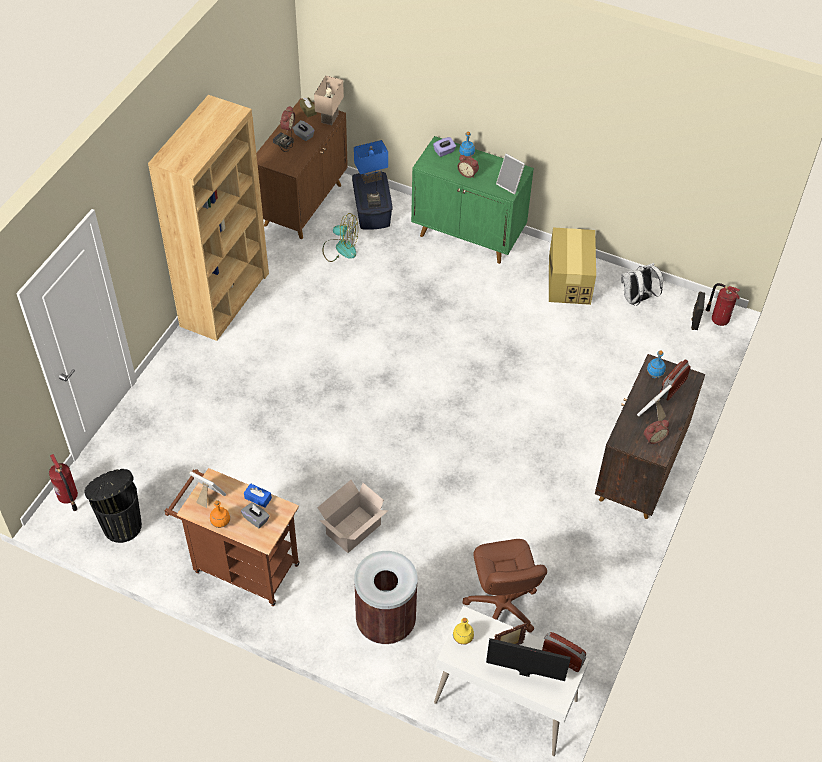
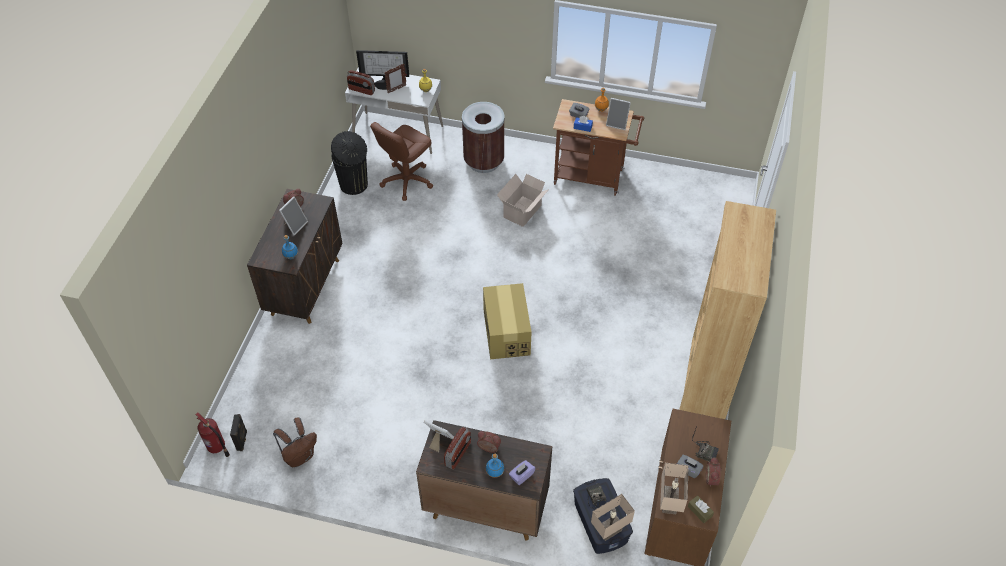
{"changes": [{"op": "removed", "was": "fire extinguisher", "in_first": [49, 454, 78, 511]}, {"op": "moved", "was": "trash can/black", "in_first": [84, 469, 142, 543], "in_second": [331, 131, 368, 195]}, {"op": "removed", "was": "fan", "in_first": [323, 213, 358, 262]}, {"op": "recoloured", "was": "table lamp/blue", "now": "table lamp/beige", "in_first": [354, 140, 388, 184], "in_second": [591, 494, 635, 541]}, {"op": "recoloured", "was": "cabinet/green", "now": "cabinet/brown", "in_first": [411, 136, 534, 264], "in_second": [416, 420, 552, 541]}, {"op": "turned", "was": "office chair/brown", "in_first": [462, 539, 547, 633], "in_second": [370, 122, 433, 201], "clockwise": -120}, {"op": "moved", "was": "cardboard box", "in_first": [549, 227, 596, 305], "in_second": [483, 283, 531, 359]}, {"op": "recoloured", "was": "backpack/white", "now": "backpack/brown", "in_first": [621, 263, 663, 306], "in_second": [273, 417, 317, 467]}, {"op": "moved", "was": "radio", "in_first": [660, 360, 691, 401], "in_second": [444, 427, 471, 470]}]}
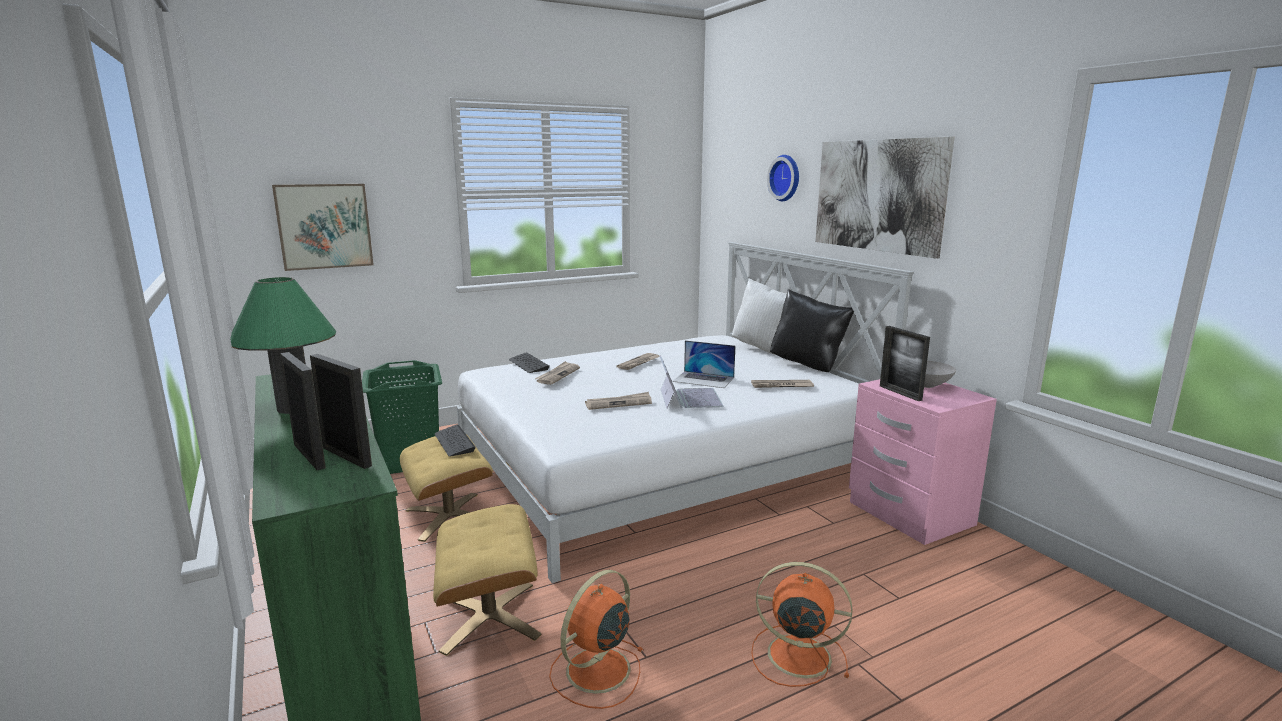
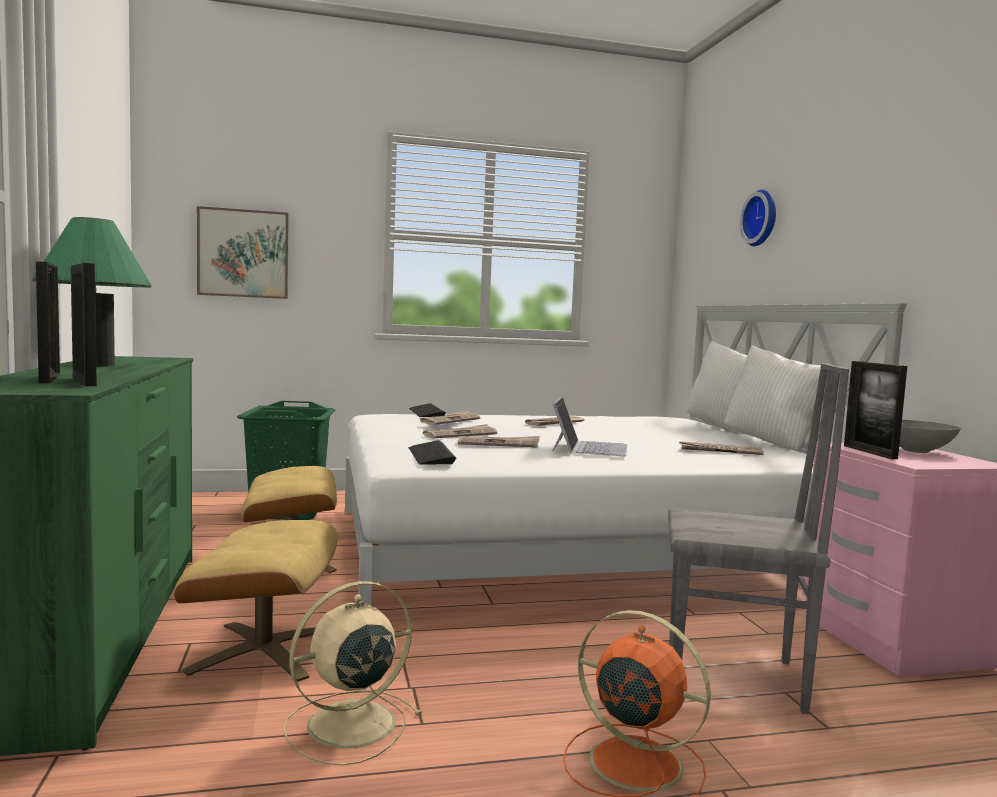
{"changes": [{"op": "moved", "was": "keyboard", "in_first": [435, 425, 476, 457], "in_second": [409, 440, 456, 464]}, {"op": "recoloured", "was": "fan/orange", "now": "fan/beige", "in_first": [549, 570, 643, 709], "in_second": [283, 581, 423, 766]}, {"op": "removed", "was": "laptop", "in_first": [673, 340, 735, 388]}, {"op": "recoloured", "was": "pillow/black", "now": "pillow/white", "in_first": [770, 289, 854, 372], "in_second": [725, 345, 827, 450]}, {"op": "removed", "was": "picture", "in_first": [815, 137, 955, 259]}, {"op": "added", "now": "newspaper", "in_second": [423, 424, 497, 438]}, {"op": "added", "now": "chair/grey", "in_second": [668, 363, 849, 714]}]}
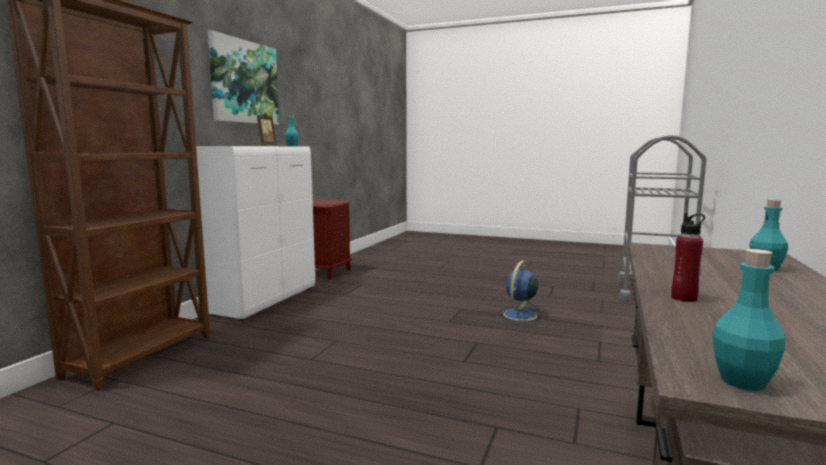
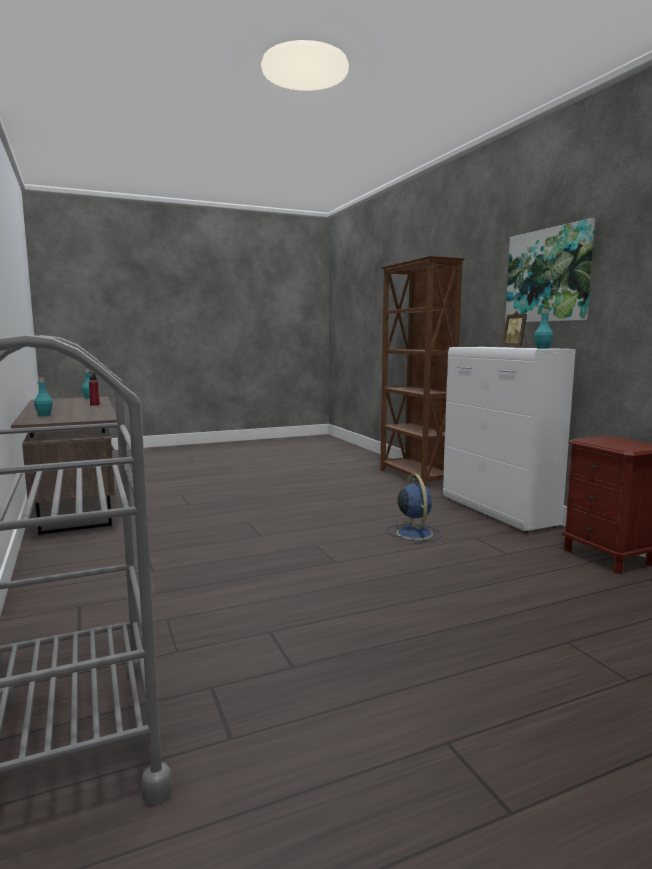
{"changes": [{"op": "moved", "was": "fan/blue", "in_first": [496, 261, 544, 324], "in_second": [387, 474, 441, 544]}]}
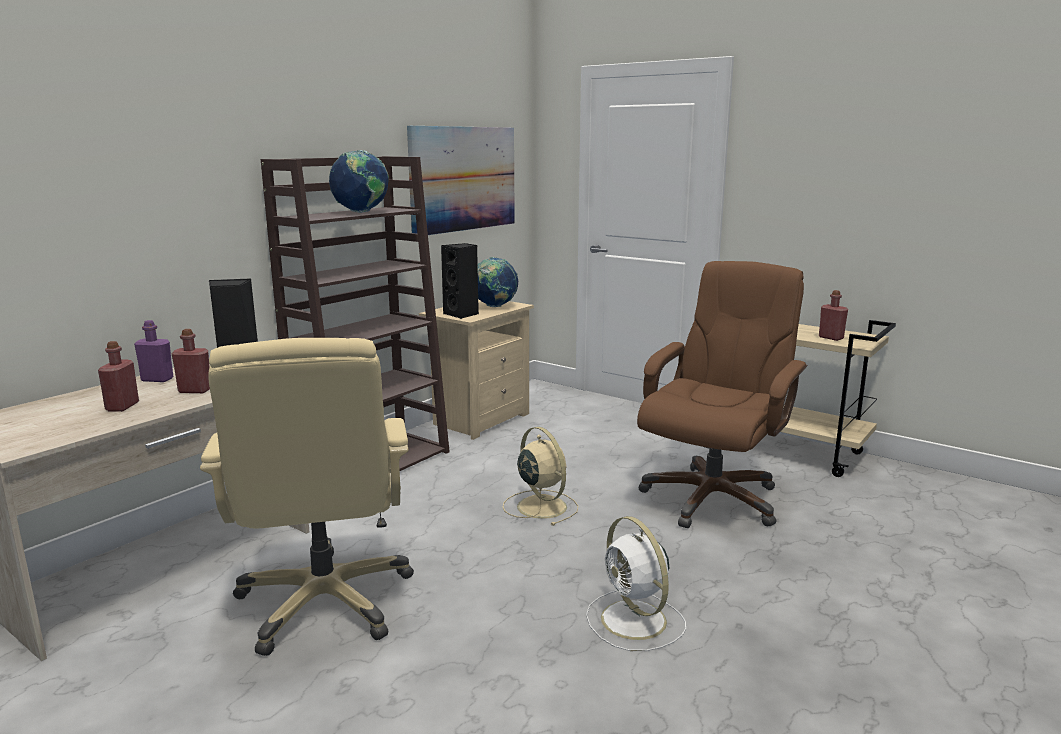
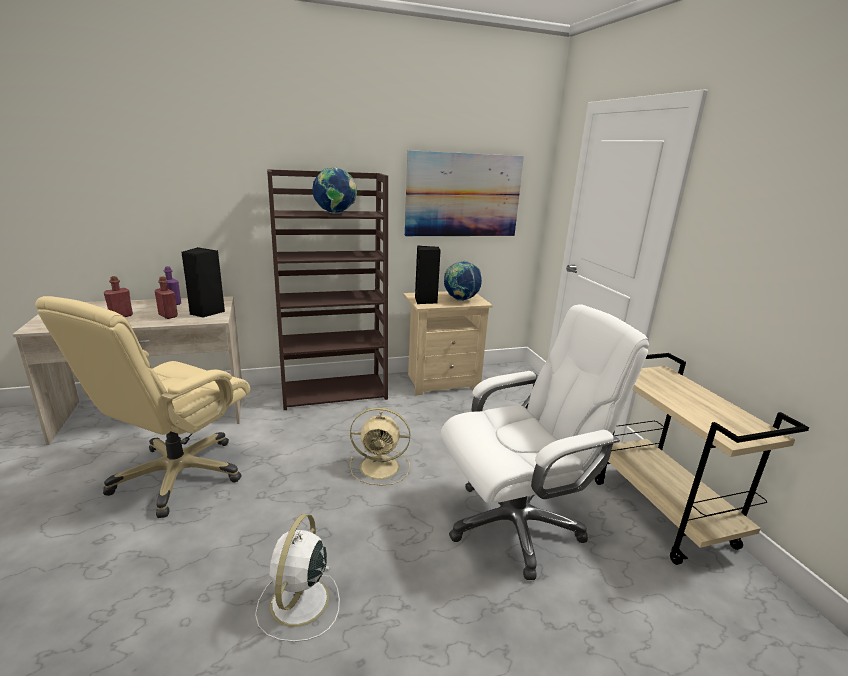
{"changes": [{"op": "turned", "was": "fan/beige", "in_first": [503, 427, 578, 526], "in_second": [350, 407, 410, 486], "clockwise": 90}, {"op": "recoloured", "was": "office chair/brown", "now": "office chair/white", "in_first": [637, 261, 808, 528], "in_second": [441, 304, 650, 580]}, {"op": "removed", "was": "bottle/red", "in_first": [819, 290, 848, 341]}]}
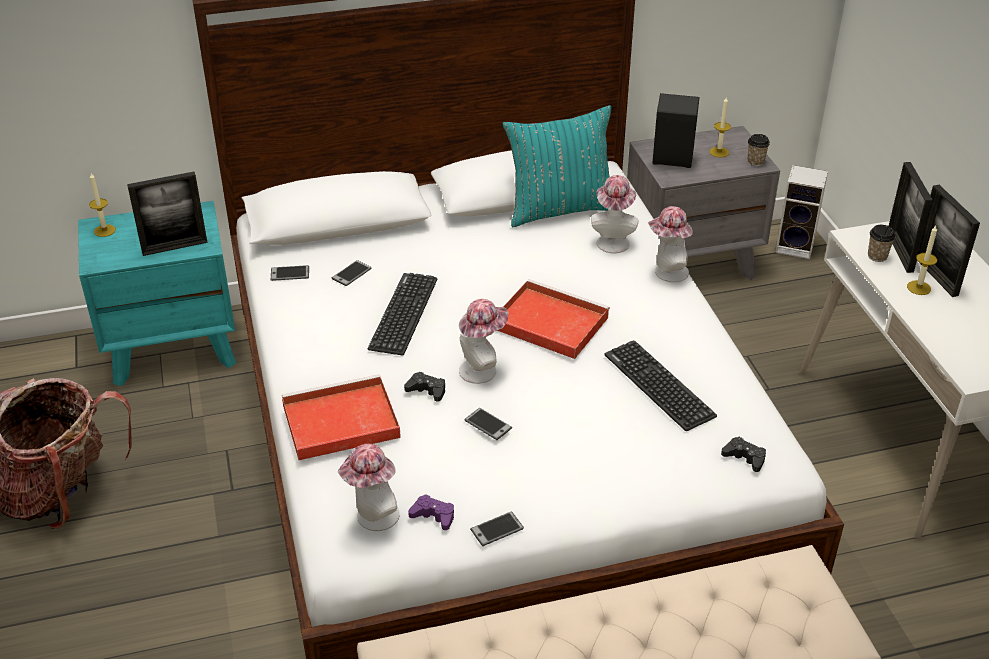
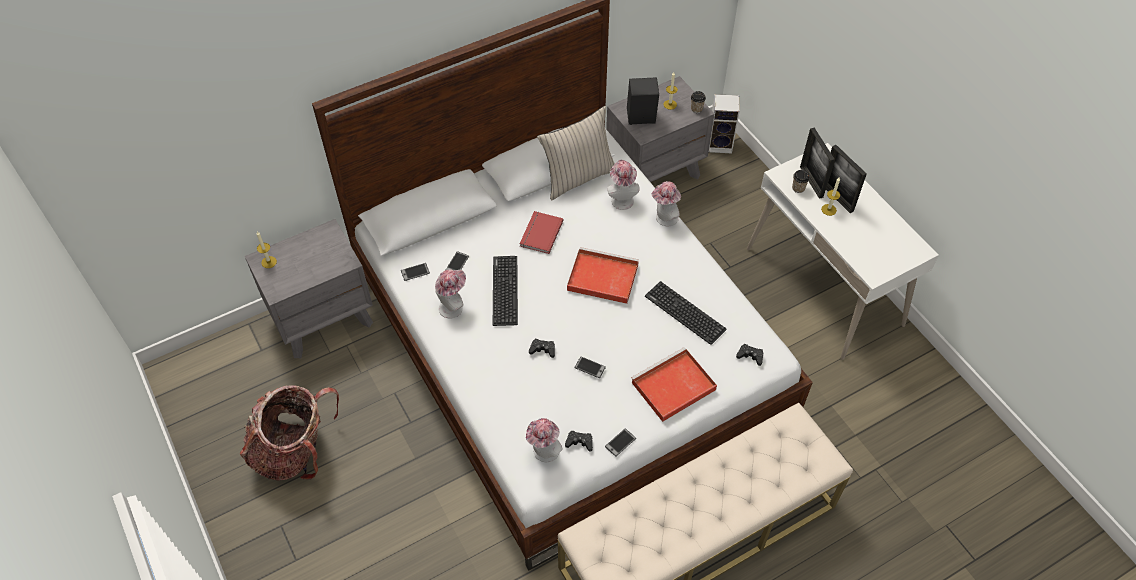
{"changes": [{"op": "recoloured", "was": "nightstand/turquoise", "now": "nightstand/grey", "in_first": [78, 201, 236, 386], "in_second": [245, 219, 373, 358]}, {"op": "removed", "was": "picture frame", "in_first": [127, 172, 208, 256]}, {"op": "moved", "was": "tray/red", "in_first": [282, 374, 401, 460], "in_second": [631, 347, 717, 422]}, {"op": "recoloured", "was": "game controller/purple", "now": "game controller/black", "in_first": [408, 494, 454, 530], "in_second": [565, 431, 593, 451]}, {"op": "moved", "was": "hat", "in_first": [459, 299, 508, 384], "in_second": [435, 269, 466, 318]}, {"op": "recoloured", "was": "pillow/turquoise", "now": "pillow/beige", "in_first": [503, 105, 611, 227], "in_second": [537, 106, 615, 200]}, {"op": "added", "now": "book/red", "in_second": [520, 211, 564, 254]}]}
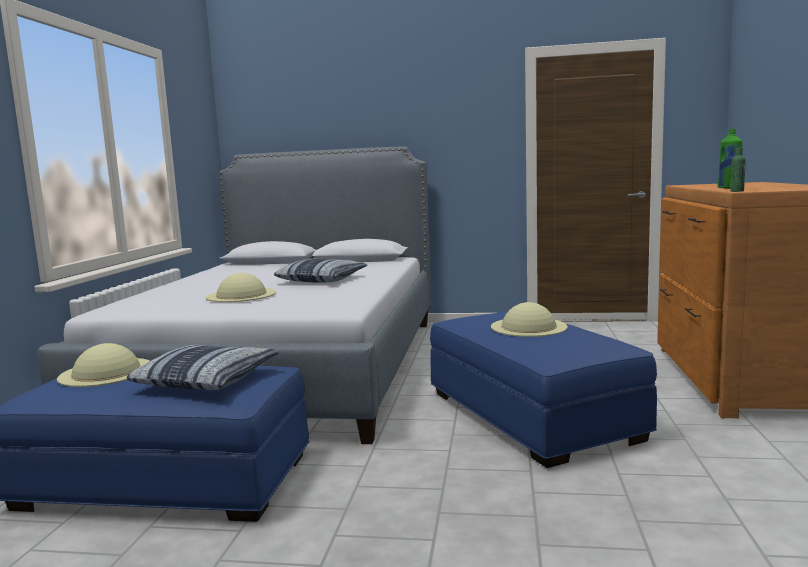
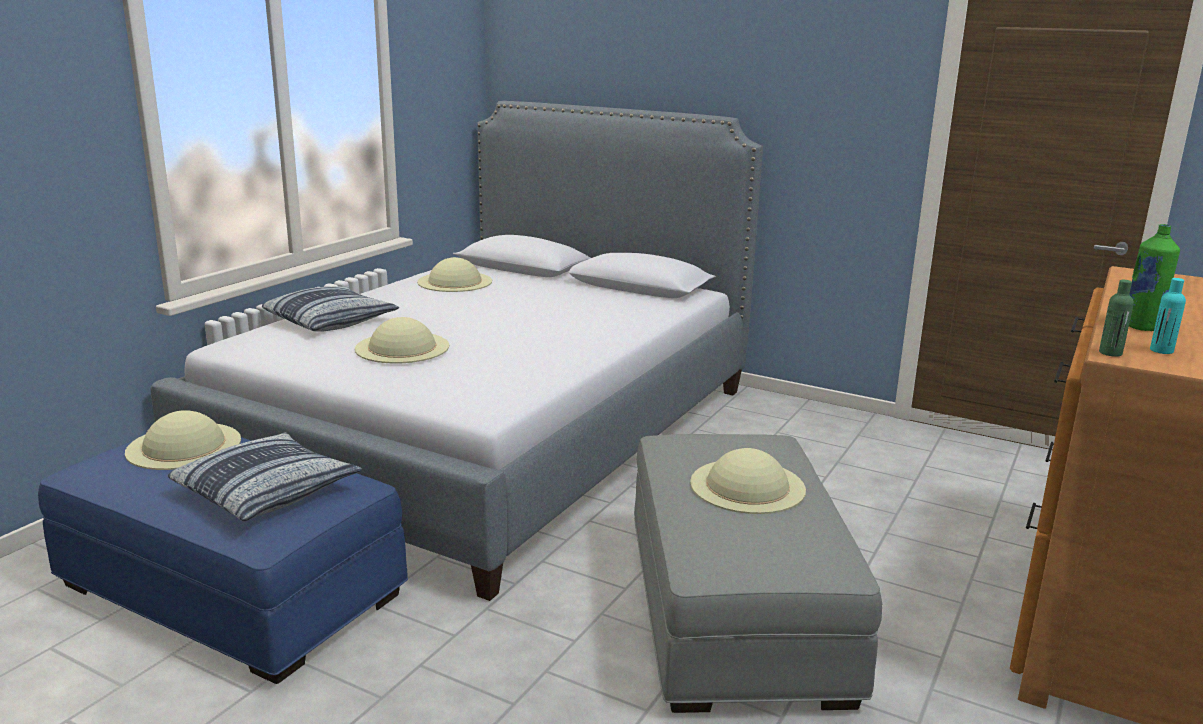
{"changes": [{"op": "moved", "was": "pillow", "in_first": [274, 259, 367, 282], "in_second": [262, 286, 399, 332]}, {"op": "recoloured", "was": "ottoman/blue", "now": "ottoman/grey", "in_first": [430, 311, 657, 468], "in_second": [634, 434, 882, 713]}, {"op": "added", "now": "hat/beige", "in_second": [417, 257, 492, 292]}, {"op": "added", "now": "bottle/turquoise", "in_second": [1150, 278, 1186, 354]}]}
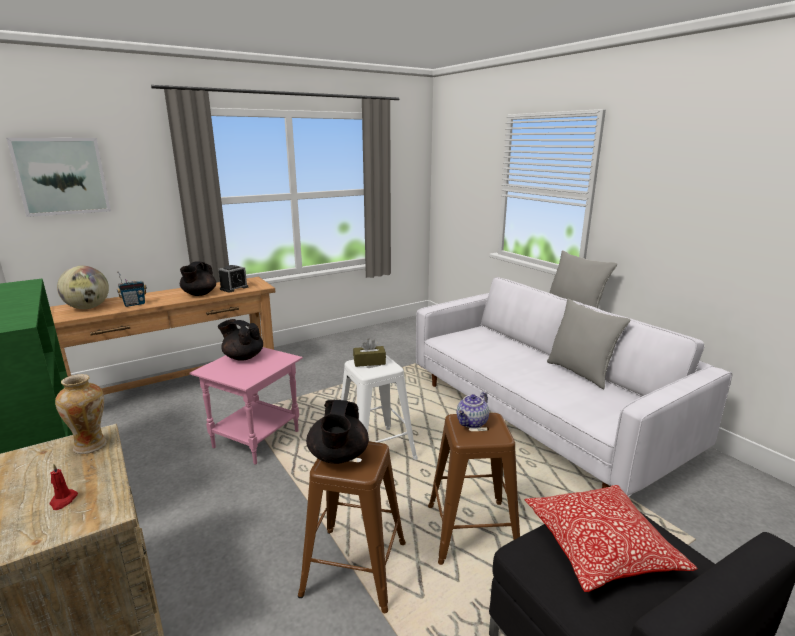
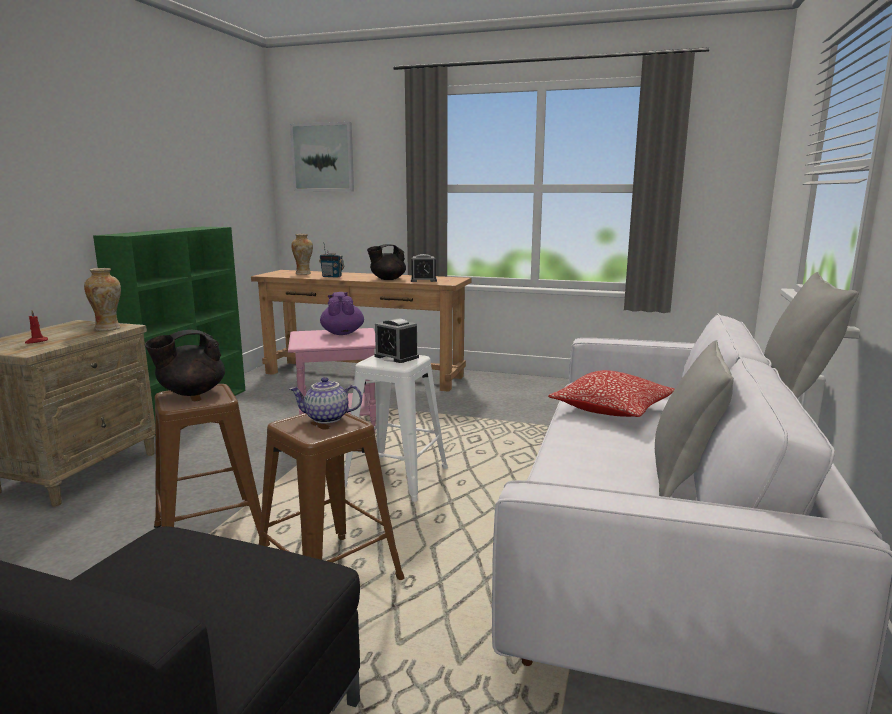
{"changes": [{"op": "replaced", "was": "globe", "now": "vase", "in_first": [57, 266, 109, 309], "in_second": [291, 234, 313, 275]}, {"op": "recoloured", "was": "teapot/black", "now": "teapot/purple", "in_first": [218, 319, 263, 361], "in_second": [320, 292, 364, 335]}, {"op": "replaced", "was": "tissue box/brown", "now": "alarm clock", "in_first": [353, 338, 386, 367], "in_second": [374, 318, 419, 363]}, {"op": "moved", "was": "pillow", "in_first": [525, 485, 698, 592], "in_second": [548, 370, 675, 417]}]}
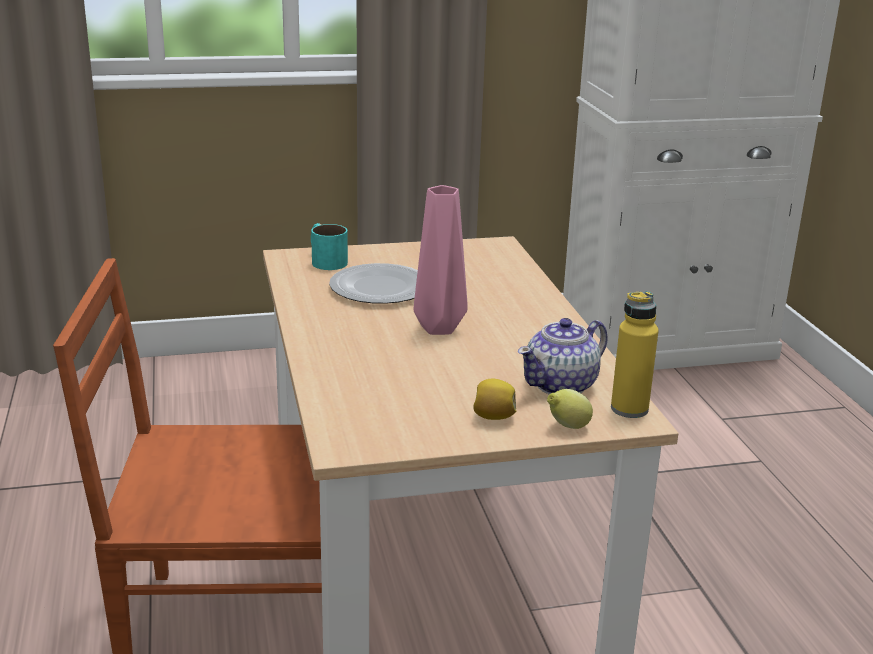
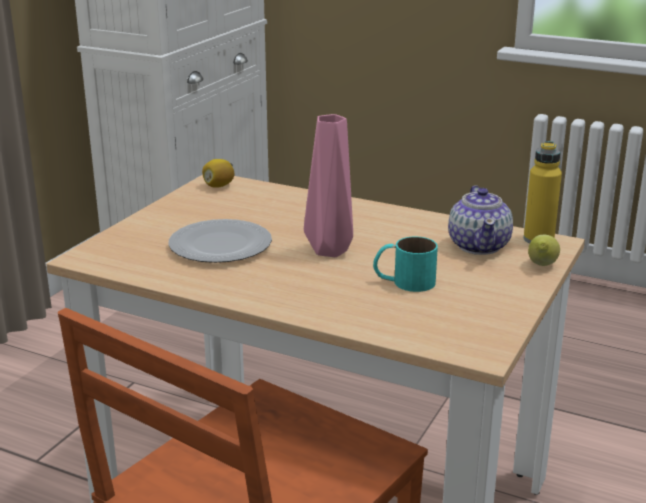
{"changes": [{"op": "moved", "was": "mug/turquoise", "in_first": [311, 223, 348, 270], "in_second": [373, 236, 438, 292]}, {"op": "moved", "was": "lemon", "in_first": [473, 379, 516, 420], "in_second": [202, 159, 235, 188]}]}
